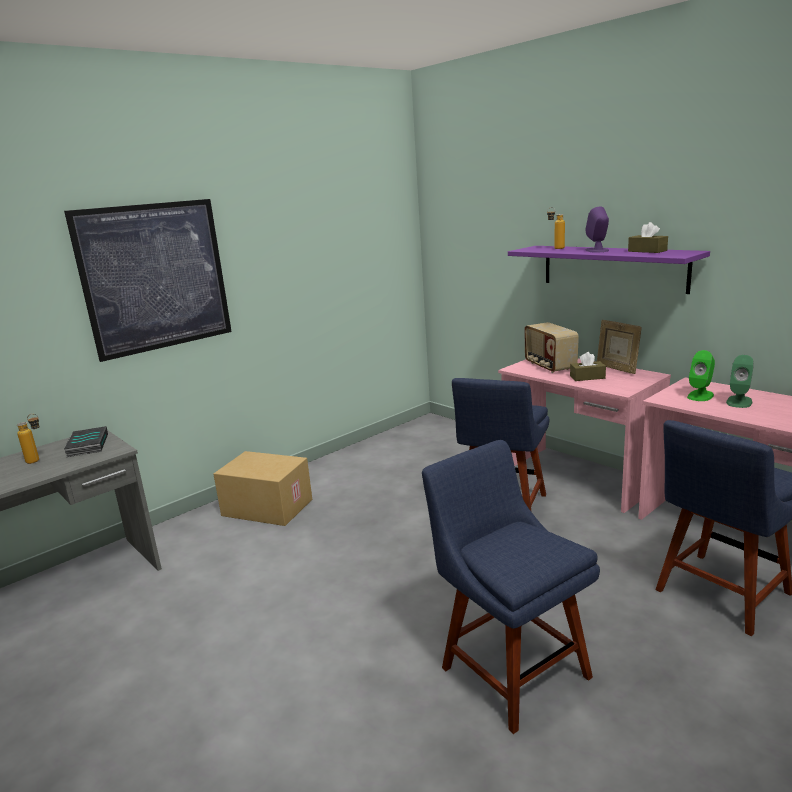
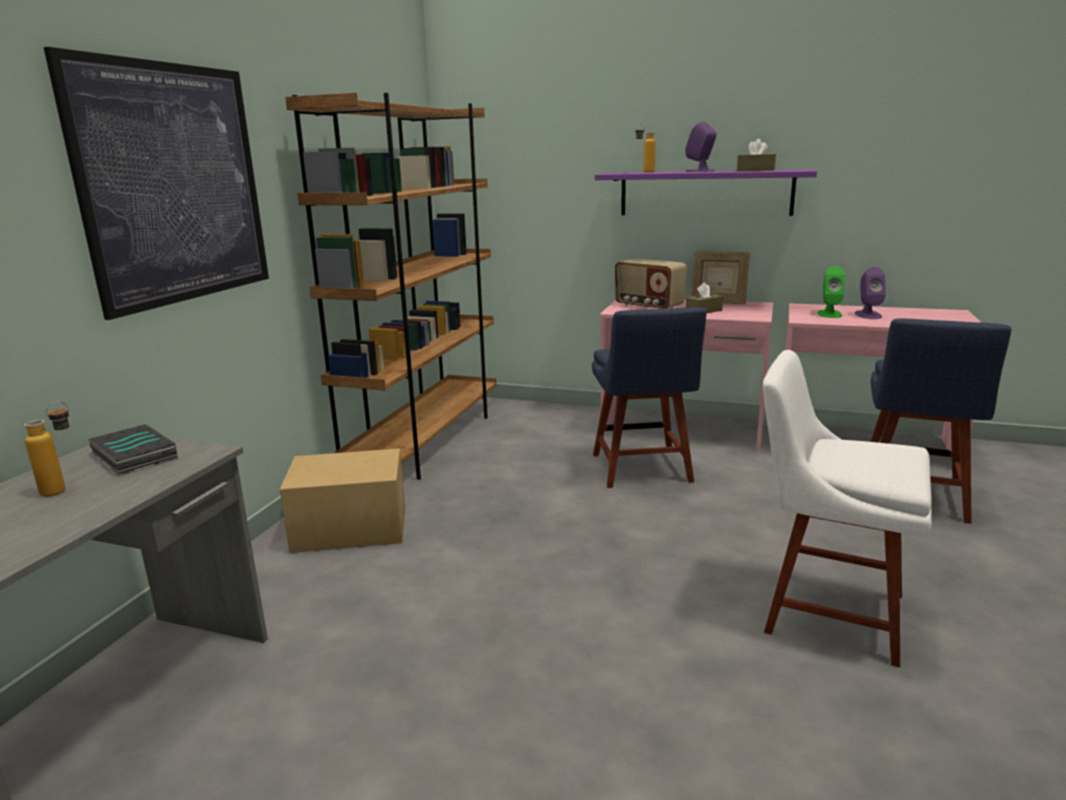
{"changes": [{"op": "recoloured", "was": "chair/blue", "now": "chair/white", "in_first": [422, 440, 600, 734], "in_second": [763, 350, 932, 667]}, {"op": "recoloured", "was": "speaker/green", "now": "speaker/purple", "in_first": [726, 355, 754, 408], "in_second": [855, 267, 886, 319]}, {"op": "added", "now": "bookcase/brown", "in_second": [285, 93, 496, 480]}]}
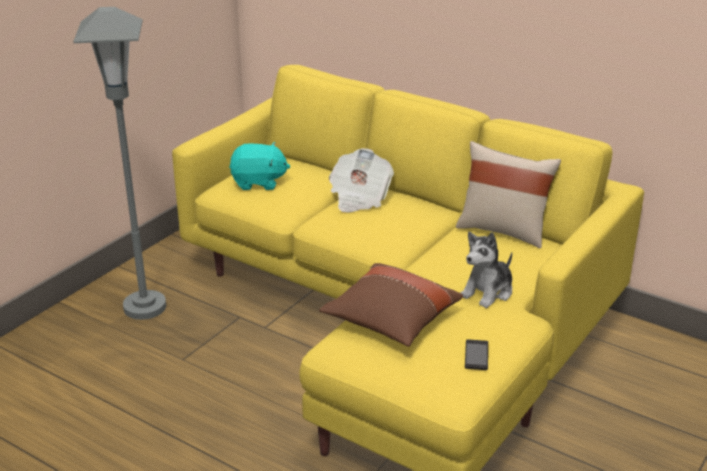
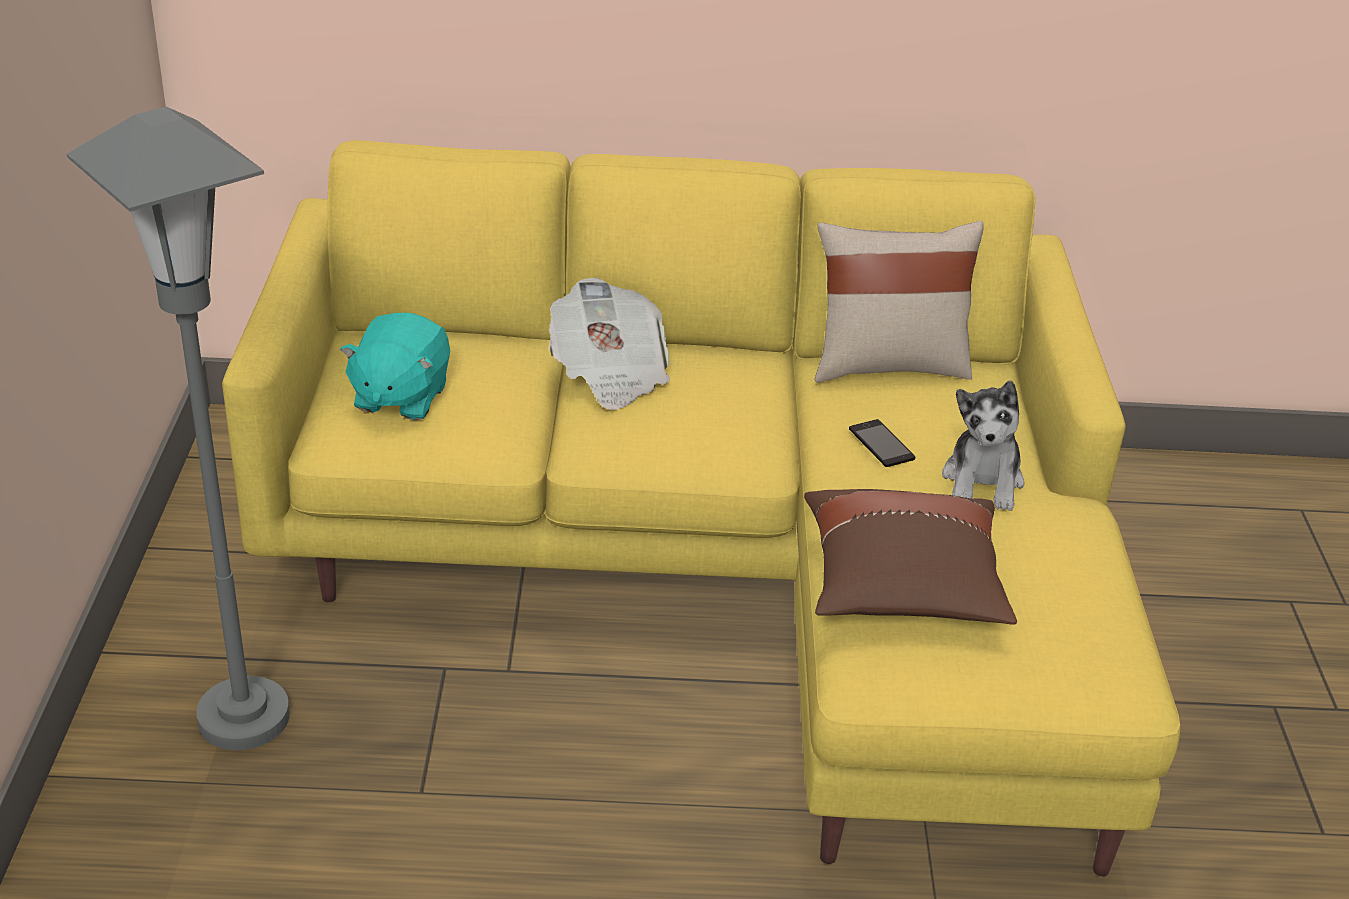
{"changes": [{"op": "turned", "was": "plush toy/turquoise", "in_first": [229, 142, 290, 190], "in_second": [340, 313, 450, 420], "clockwise": 135}, {"op": "moved", "was": "phone", "in_first": [465, 339, 488, 370], "in_second": [849, 419, 915, 467]}]}
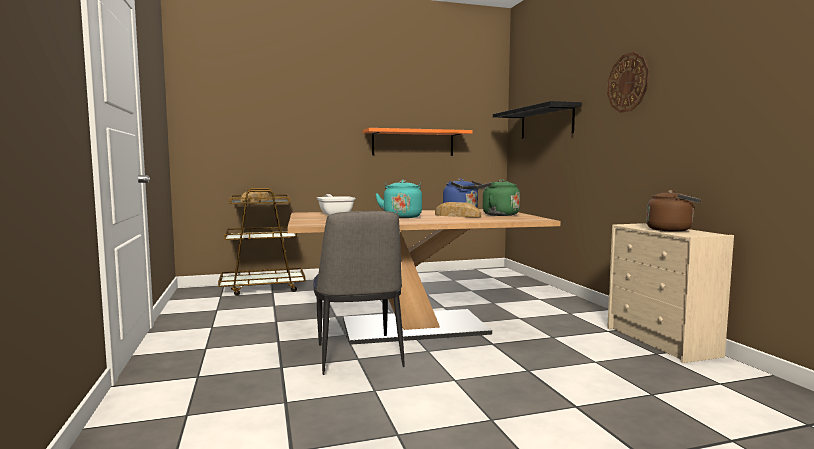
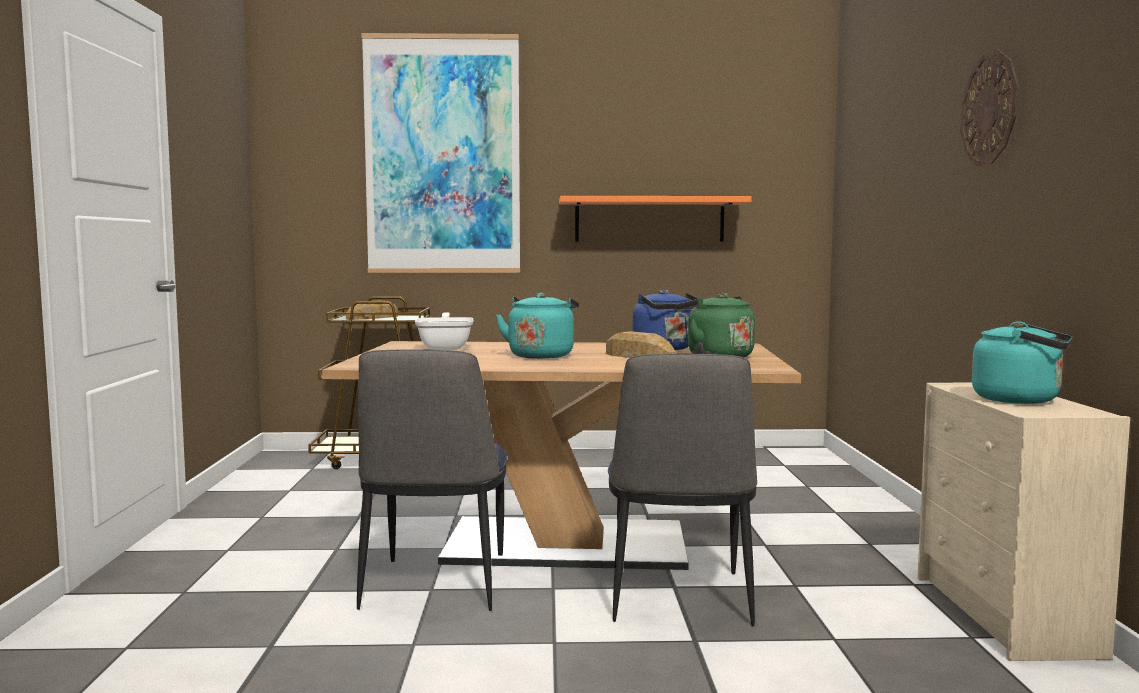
{"changes": [{"op": "removed", "was": "shelf/black", "in_first": [493, 101, 582, 139]}, {"op": "recoloured", "was": "kettle/brown", "now": "kettle/turquoise", "in_first": [646, 190, 701, 232], "in_second": [972, 321, 1073, 404]}, {"op": "added", "now": "picture", "in_second": [361, 33, 520, 273]}, {"op": "added", "now": "chair", "in_second": [608, 354, 757, 626]}]}
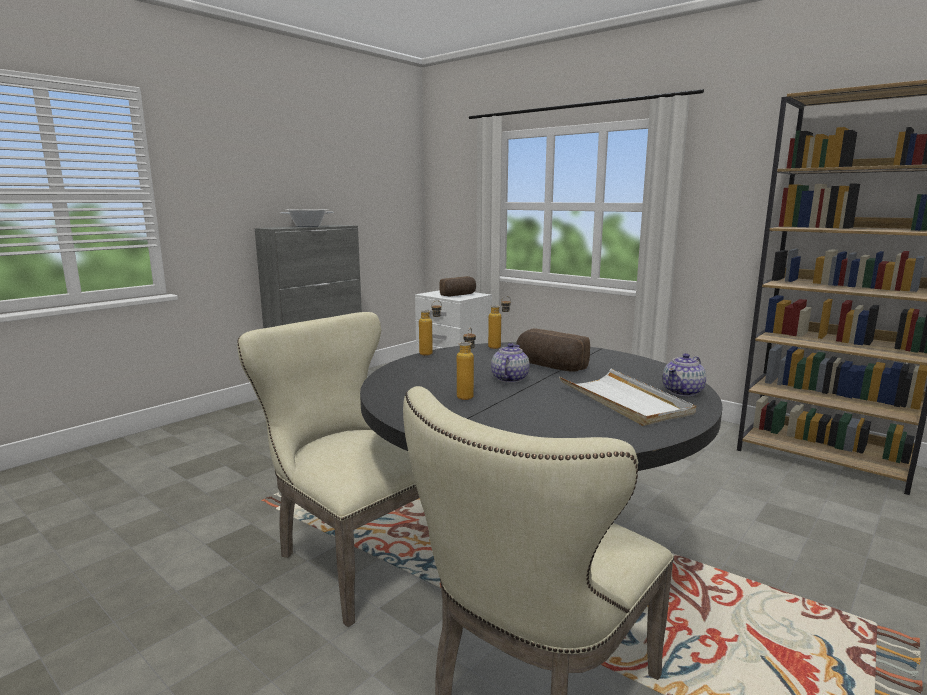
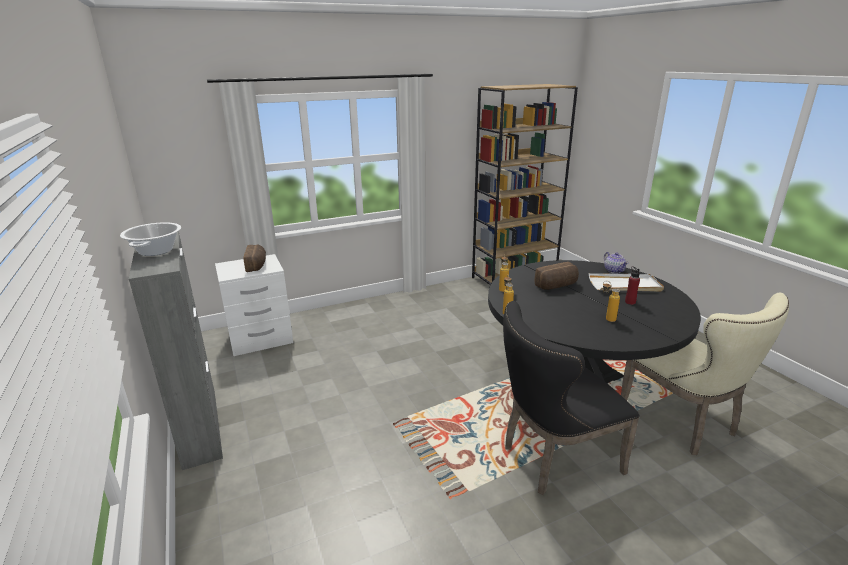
{"changes": [{"op": "recoloured", "was": "chair/beige", "now": "chair/black", "in_first": [237, 312, 420, 627], "in_second": [503, 301, 640, 495]}, {"op": "removed", "was": "teapot", "in_first": [491, 343, 529, 383]}, {"op": "added", "now": "bottle/red", "in_second": [625, 266, 640, 305]}]}
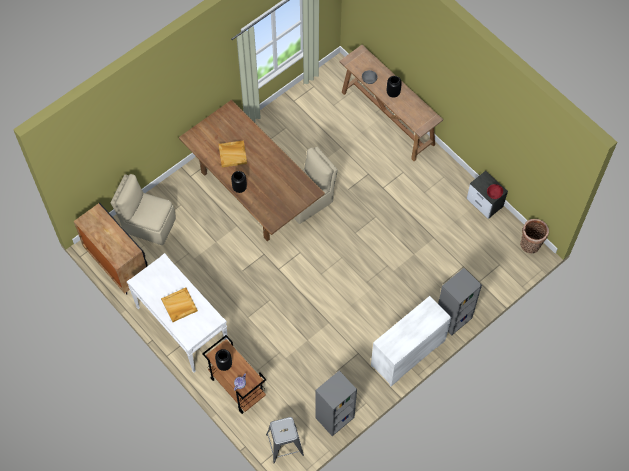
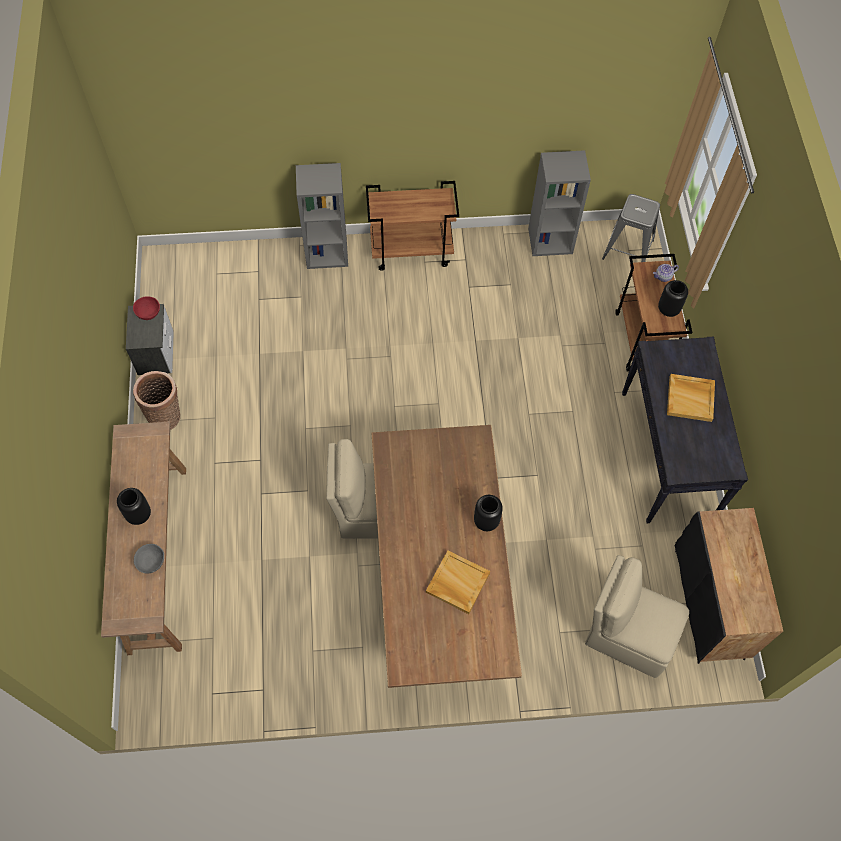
{"changes": [{"op": "turned", "was": "chair/beige", "in_first": [110, 174, 176, 245], "in_second": [585, 555, 689, 678], "clockwise": 150}, {"op": "recoloured", "was": "console table/white", "now": "console table/black", "in_first": [127, 253, 228, 373], "in_second": [622, 336, 748, 523]}, {"op": "replaced", "was": "dresser/white", "now": "cart/brown", "in_first": [371, 296, 451, 386], "in_second": [366, 181, 459, 271]}, {"op": "moved", "was": "basket", "in_first": [520, 219, 549, 253], "in_second": [133, 371, 180, 430]}]}
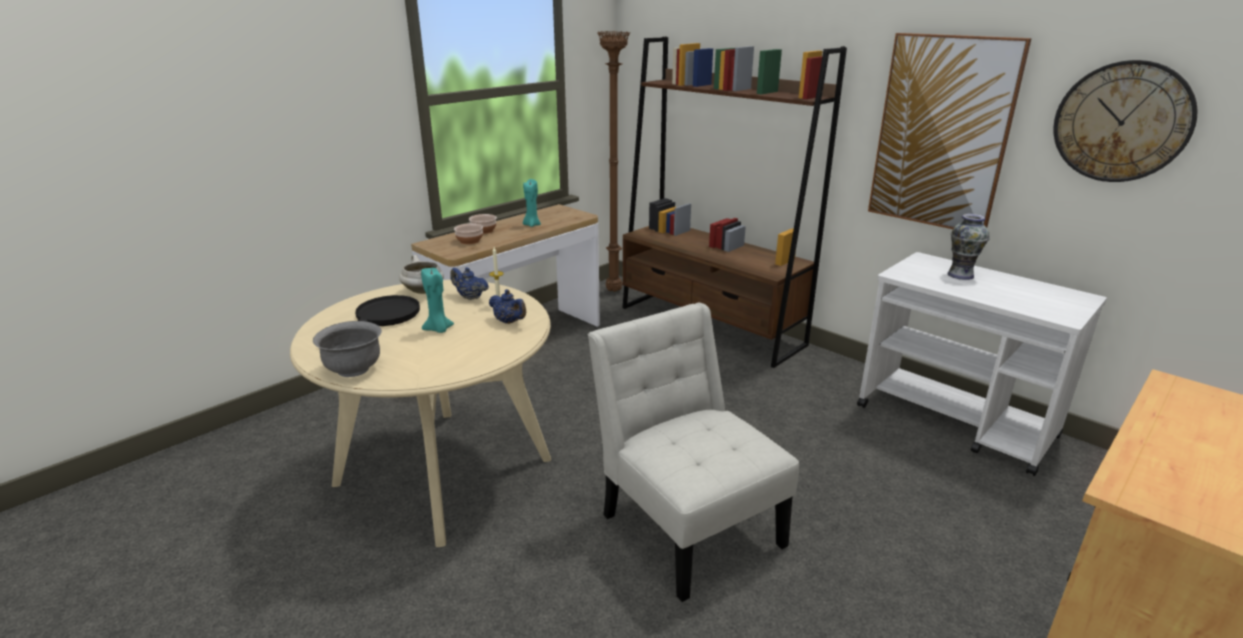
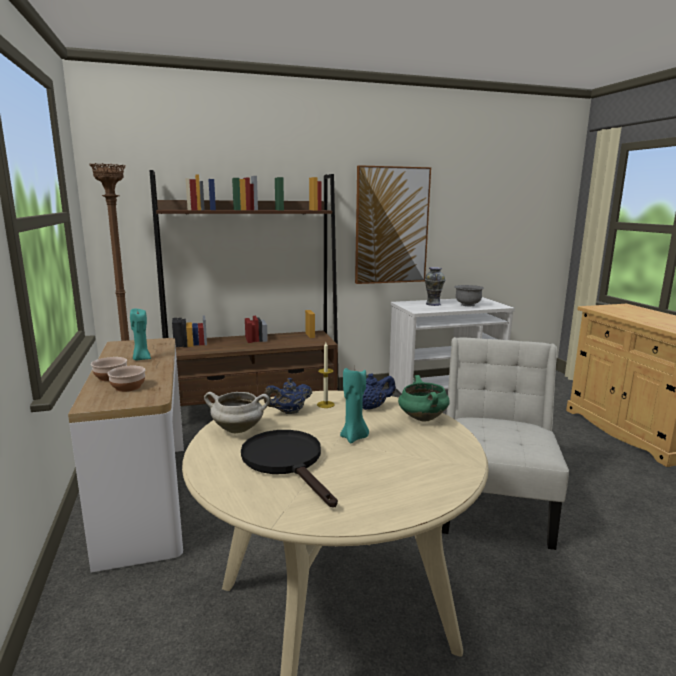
{"changes": [{"op": "moved", "was": "bowl/grey", "in_first": [313, 321, 382, 377], "in_second": [454, 285, 484, 306]}, {"op": "turned", "was": "chair/white", "in_first": [588, 303, 799, 602], "in_second": [442, 337, 569, 550], "clockwise": 105}, {"op": "removed", "was": "wall clock", "in_first": [1053, 60, 1197, 182]}, {"op": "added", "now": "cooking pot/green", "in_second": [398, 375, 450, 421]}]}
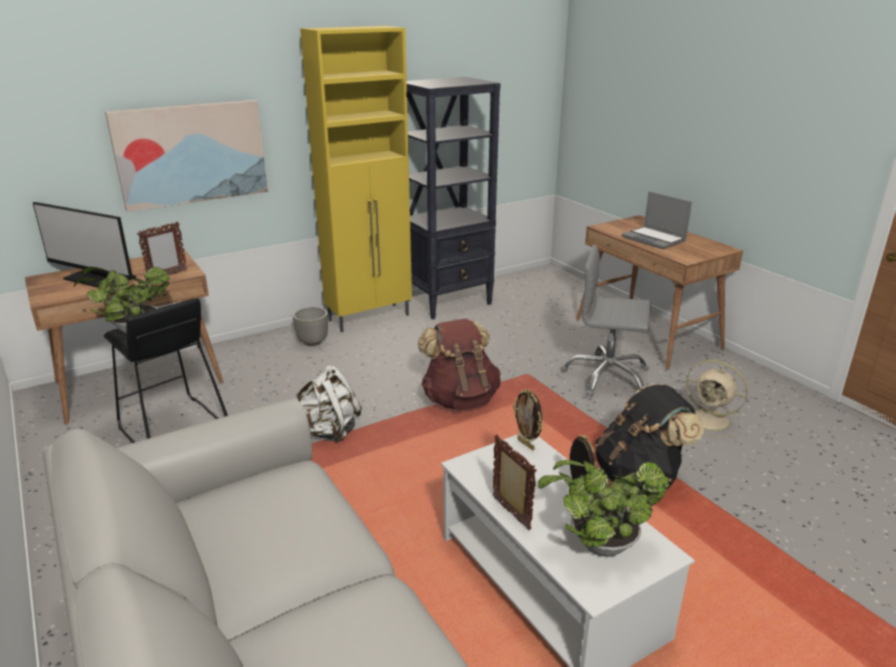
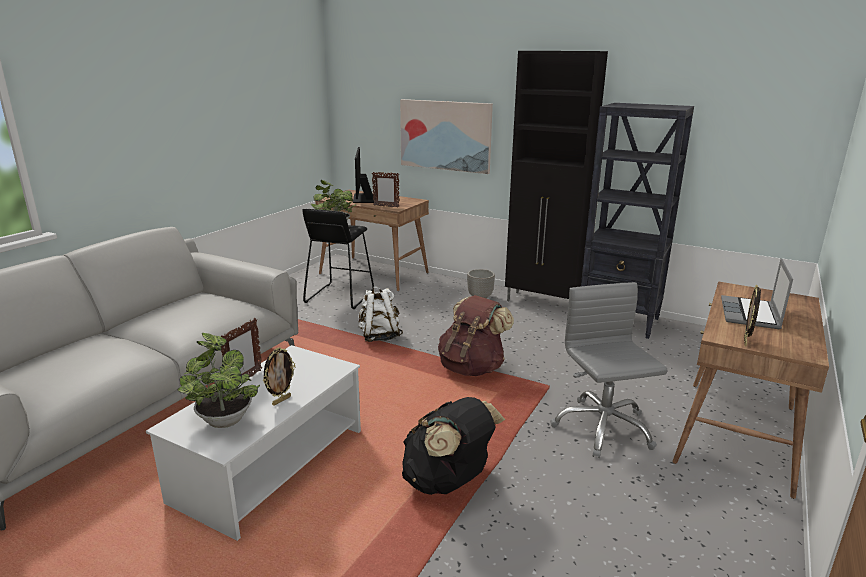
{"changes": [{"op": "recoloured", "was": "cabinet/yellow", "now": "cabinet/black", "in_first": [300, 26, 412, 332], "in_second": [505, 51, 608, 301]}, {"op": "moved", "was": "picture frame", "in_first": [513, 389, 543, 450], "in_second": [744, 285, 761, 346]}, {"op": "removed", "was": "fan/beige", "in_first": [686, 360, 748, 437]}]}
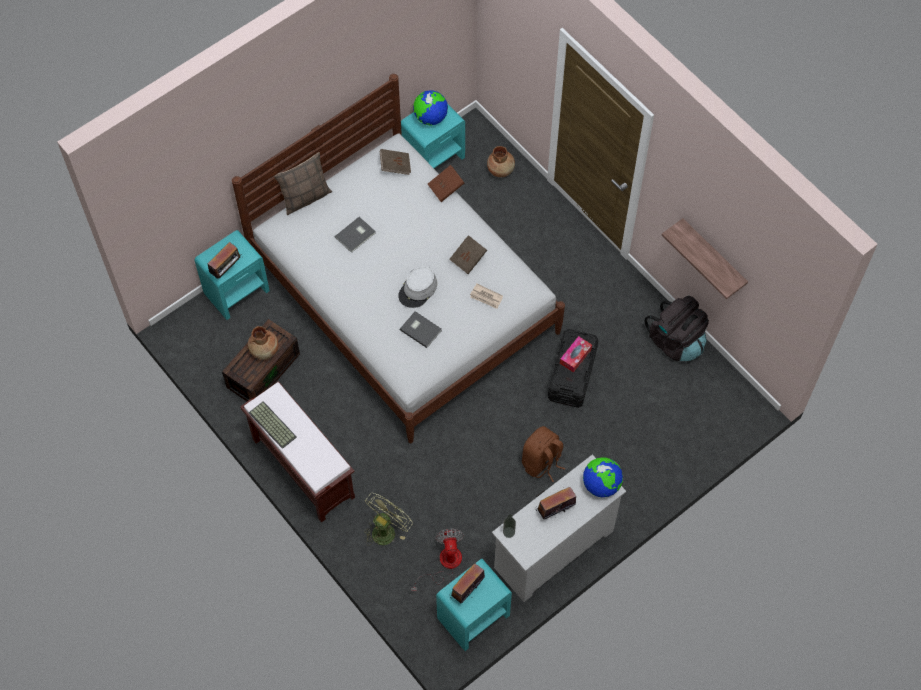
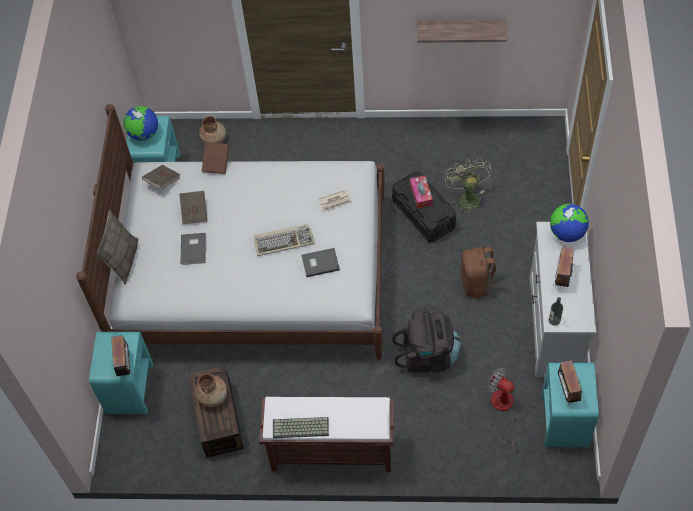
{"changes": [{"op": "moved", "was": "fan/green", "in_first": [364, 493, 413, 546], "in_second": [445, 159, 492, 214]}, {"op": "replaced", "was": "hat/grey", "now": "keyboard", "in_first": [398, 266, 437, 308], "in_second": [254, 224, 315, 256]}, {"op": "moved", "was": "book/brown", "in_first": [449, 235, 487, 274], "in_second": [179, 191, 207, 224]}, {"op": "moved", "was": "backpack/black", "in_first": [644, 296, 709, 361], "in_second": [392, 309, 461, 373]}]}
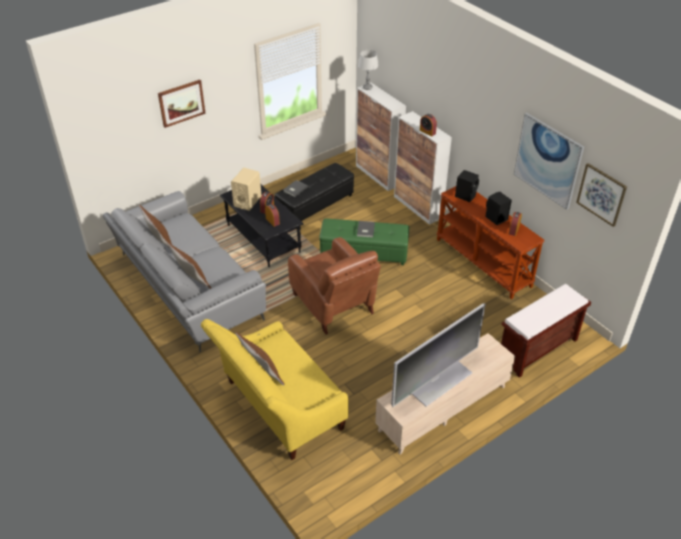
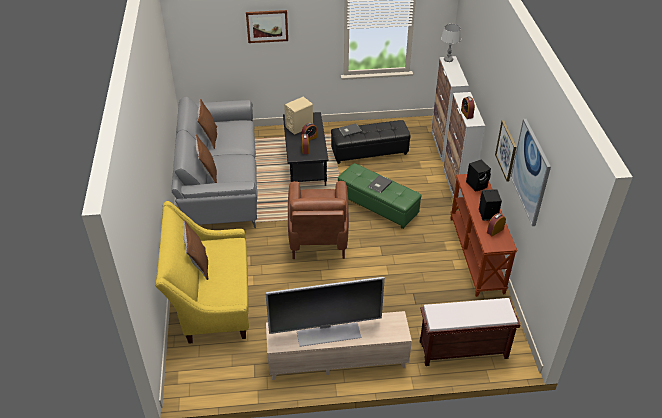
{"changes": [{"op": "moved", "was": "picture", "in_first": [576, 163, 627, 227], "in_second": [495, 120, 516, 182]}]}
